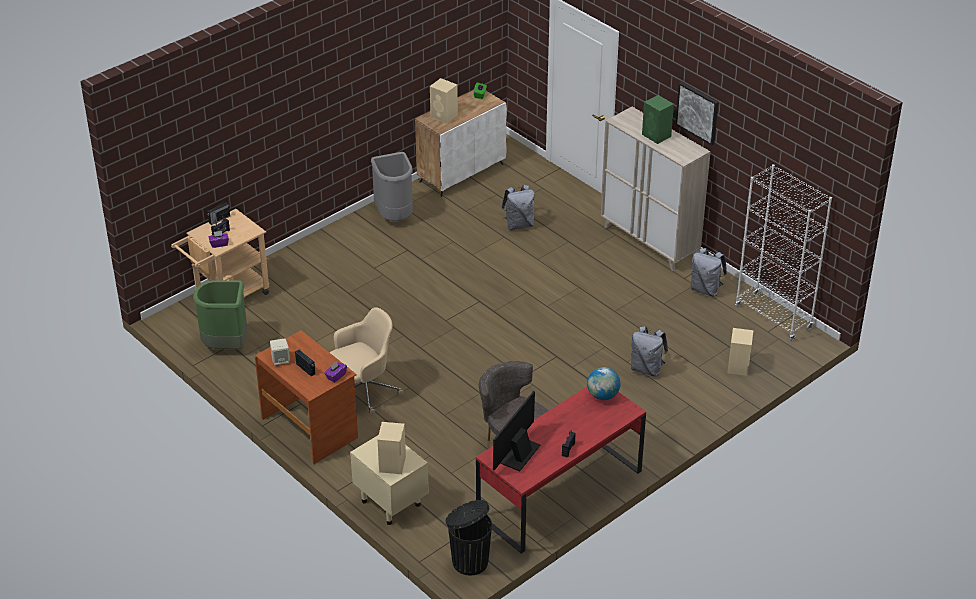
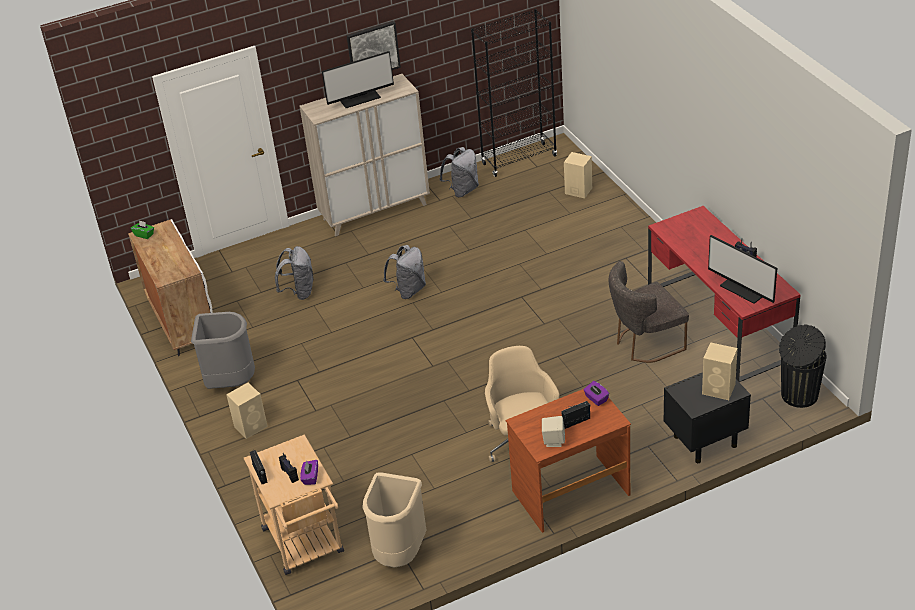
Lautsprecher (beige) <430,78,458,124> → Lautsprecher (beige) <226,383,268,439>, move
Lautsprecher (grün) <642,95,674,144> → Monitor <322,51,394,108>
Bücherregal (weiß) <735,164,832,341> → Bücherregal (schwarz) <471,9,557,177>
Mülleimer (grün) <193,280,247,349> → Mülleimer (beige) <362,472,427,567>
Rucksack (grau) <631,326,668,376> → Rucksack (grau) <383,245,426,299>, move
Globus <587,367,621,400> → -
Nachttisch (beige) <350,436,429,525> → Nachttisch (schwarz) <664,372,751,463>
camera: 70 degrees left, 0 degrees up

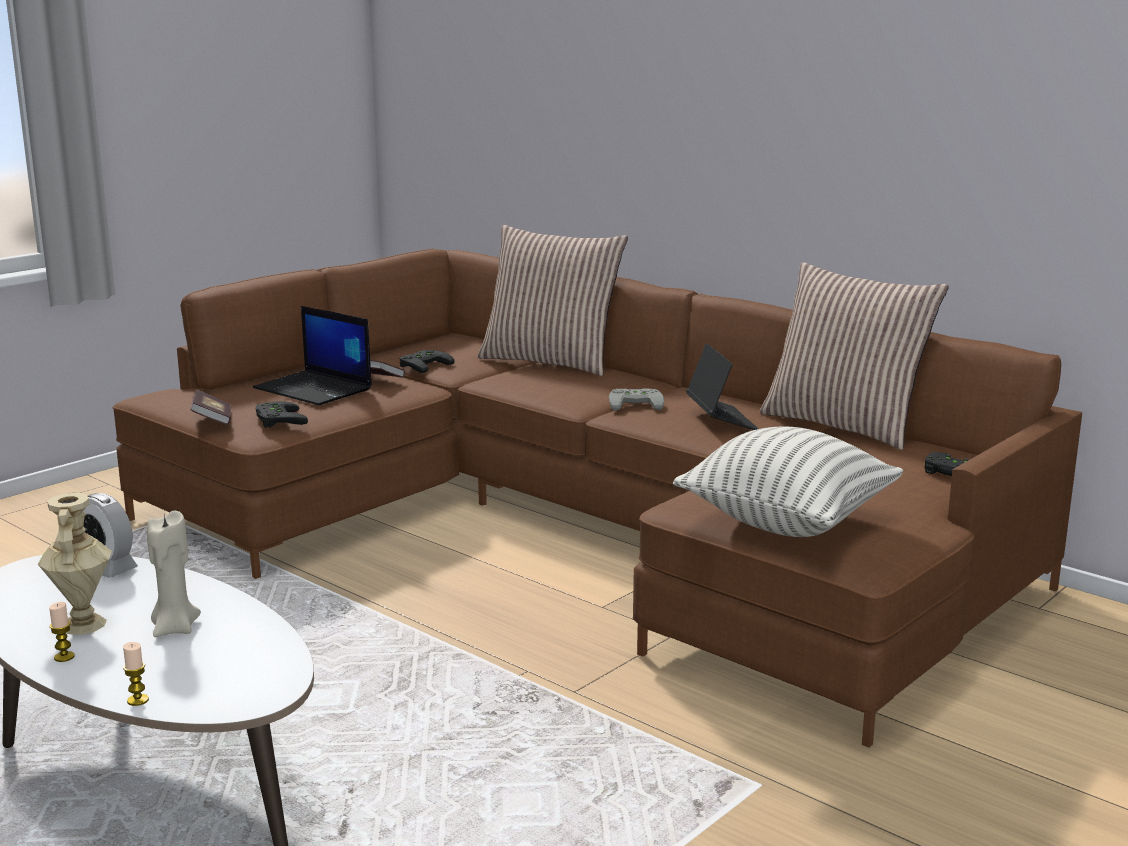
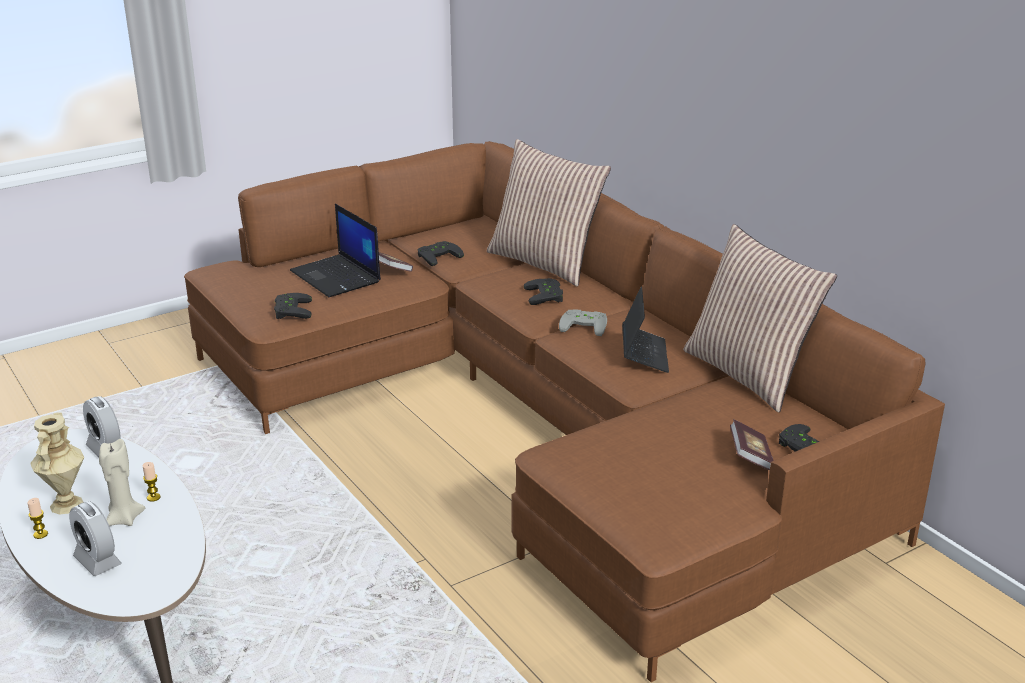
Buch <190,390,231,425> → Buch <730,419,774,470>, move
Kissen <673,426,903,537> → -
Kerze <123,642,149,706> → Kerze <143,462,161,502>, move
- → Gamepad (schwarz) <524,278,563,305>
- → Wecker <69,501,121,576>
camera: 15 degrees right, 10 degrees up

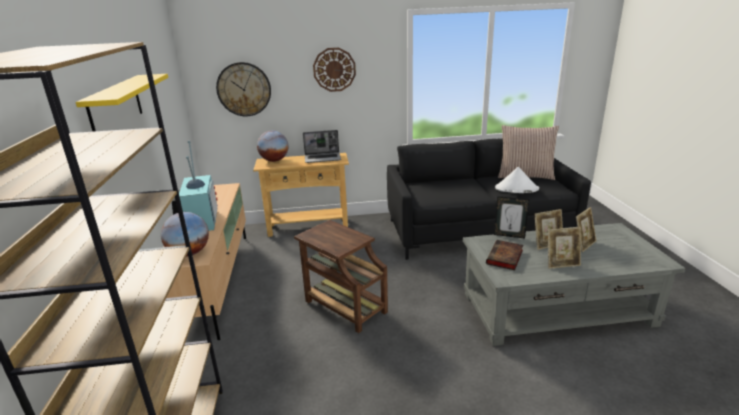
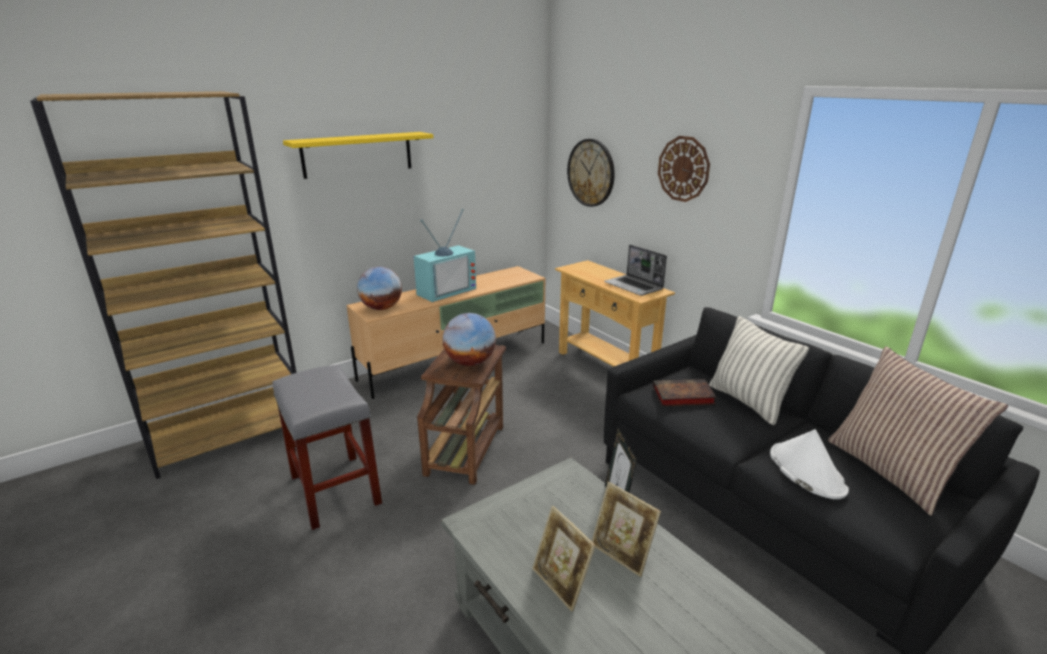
Globus <257,130,288,162> → Globus <443,313,496,366>, move
Bilderrahmen <576,207,596,252> → -
Buch <486,240,523,270> → Buch <653,379,717,406>, move
- → Kissen <709,316,809,425>
- → Hocker (grau) <273,364,382,531>
camera: 60 degrees right, 0 degrees up

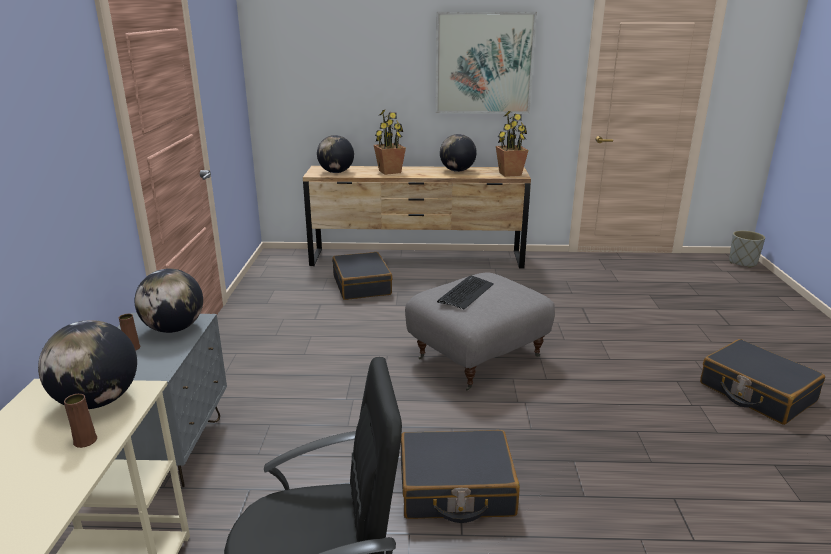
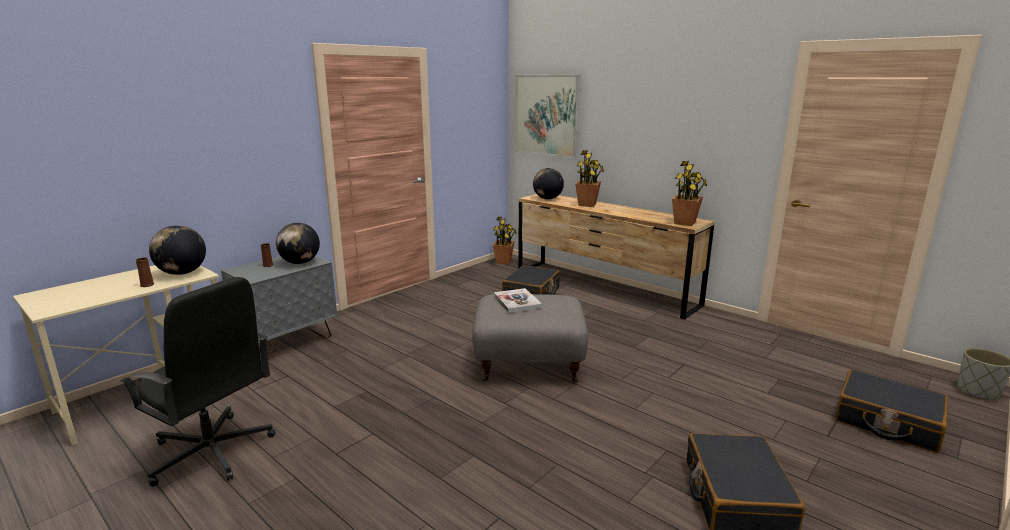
Bild <435,12,537,114> → Bild <515,75,581,158>, move
Globus <440,134,477,172> → -
Tastatur <437,275,494,309> → Buch <494,288,542,313>
Koffer (schwarz) <401,430,520,523> → Koffer (schwarz) <835,369,948,453>, move
- → Topfpflanze <493,216,516,264>
camera: 40 degrees right, 5 degrees down

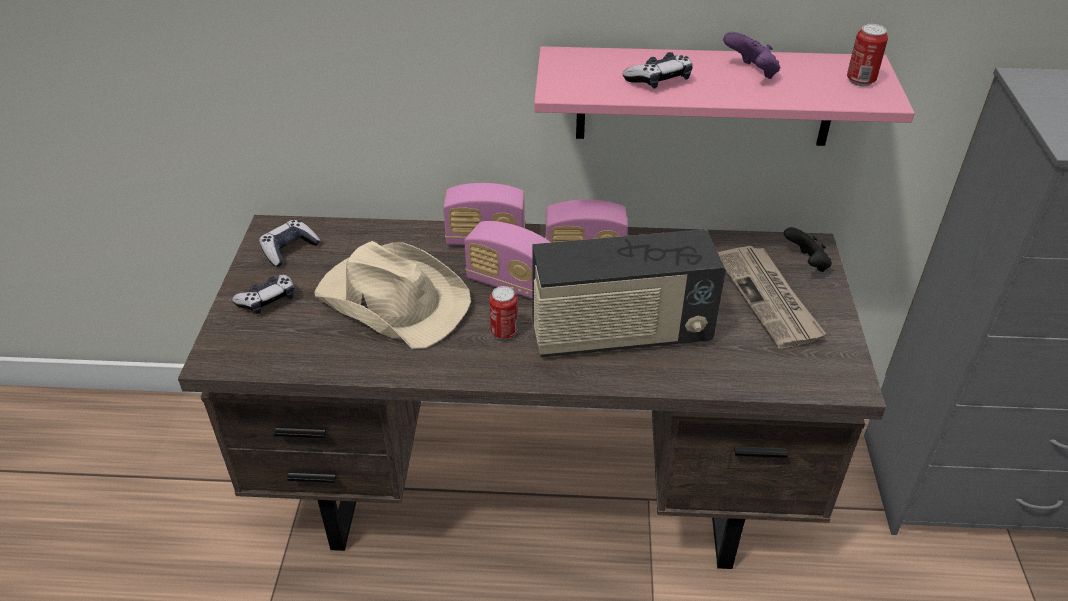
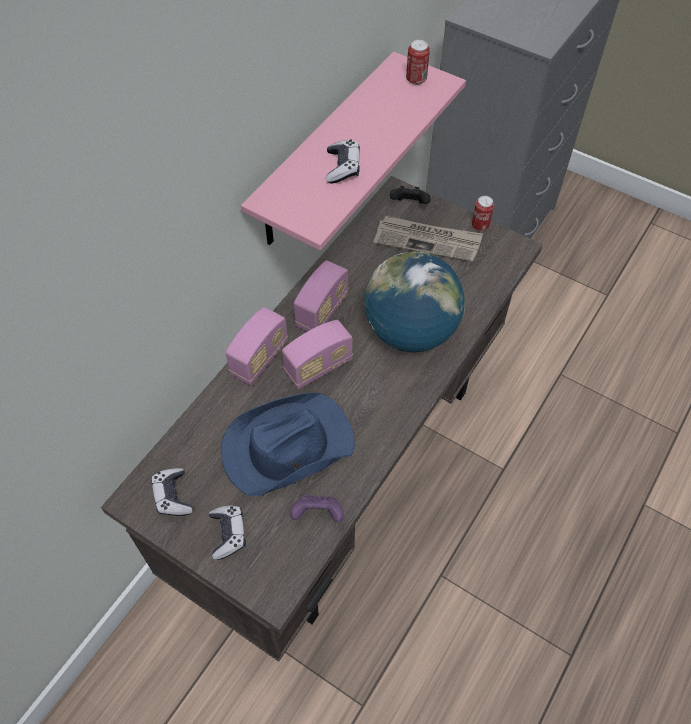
Gamepad (lila) <723,32,781,79> → Gamepad (lila) <290,494,344,522>, move
Radio <532,229,726,357> → Globus <364,252,465,353>
Hut (beige) <314,241,471,349> → Hut (blau) <221,392,355,496>
Dose <489,286,518,340> → Dose <472,196,494,231>, move
camera: 60 degrees left, 15 degrees up

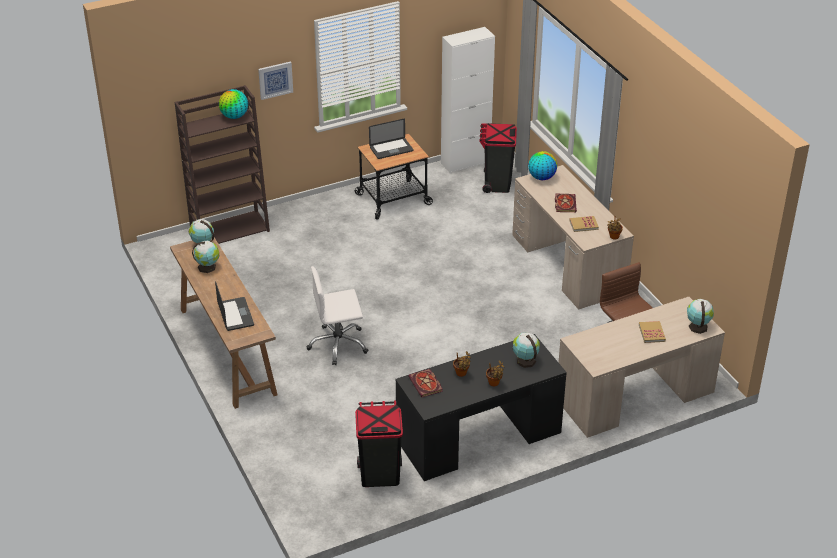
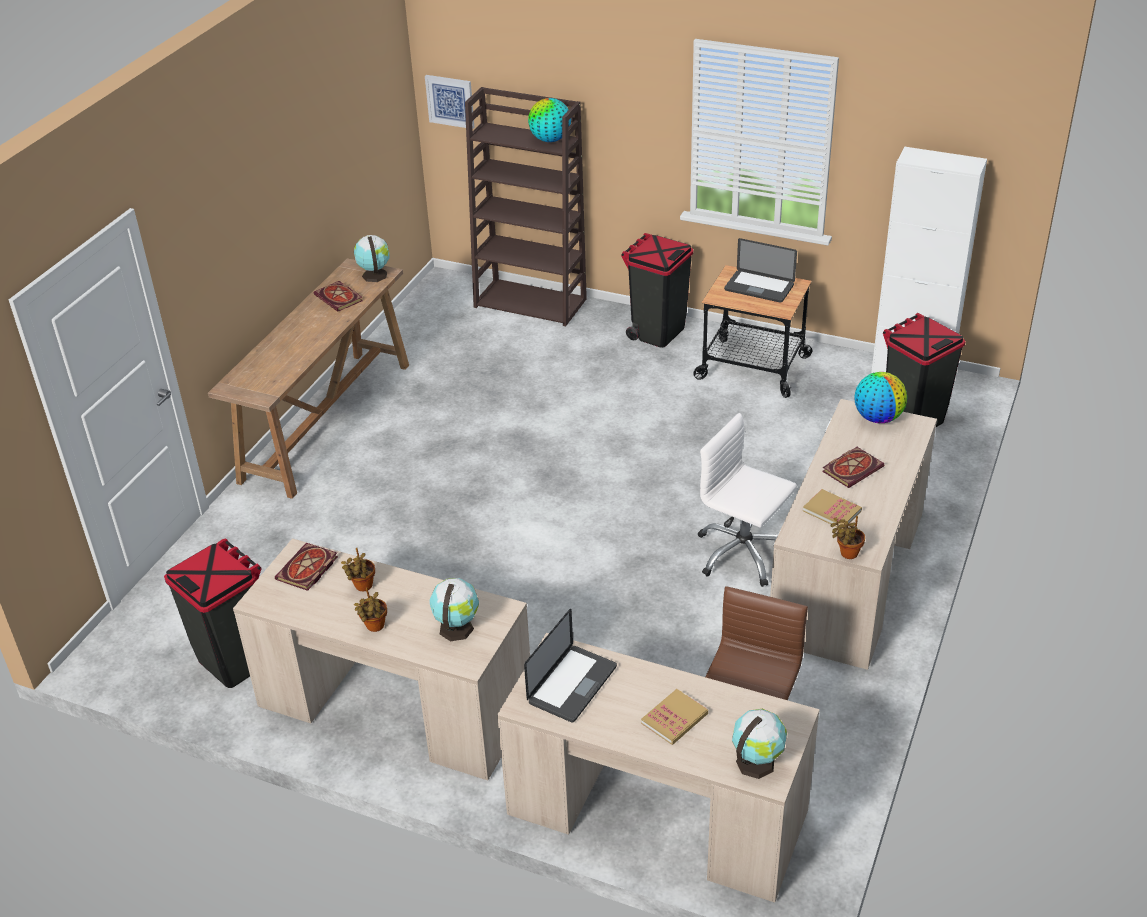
Bild <258,61,293,100> → Bild <425,75,475,129>, move
Globus <192,241,219,273> → Buch <314,281,363,312>
Bürostuhl (weiß) <306,266,368,365> → Bürostuhl (weiß) <697,413,797,587>, move
Laptop <215,281,254,331> → Laptop <524,609,617,723>, move
Schreibtisch (schwarz) <395,334,567,481> → Schreibtisch (beige) <233,538,530,780>
- → Mülleimer (schwarz) <621,233,694,348>
camera: 50 degrees right, 0 degrees up

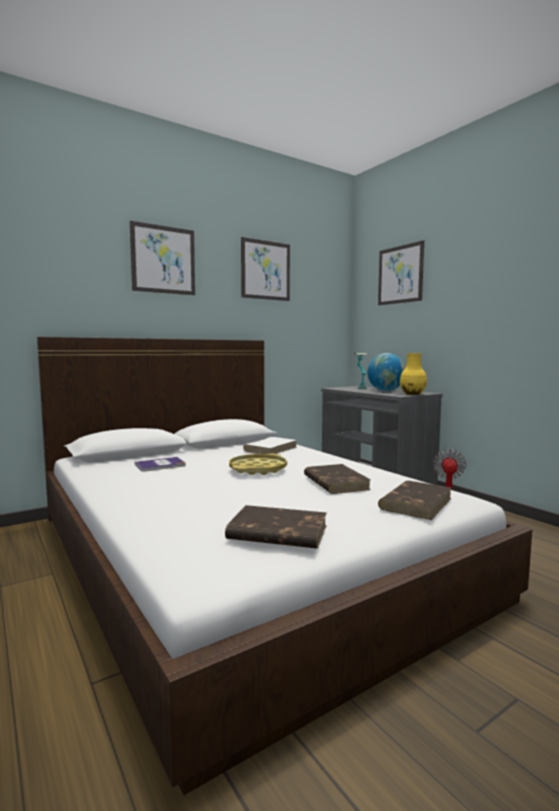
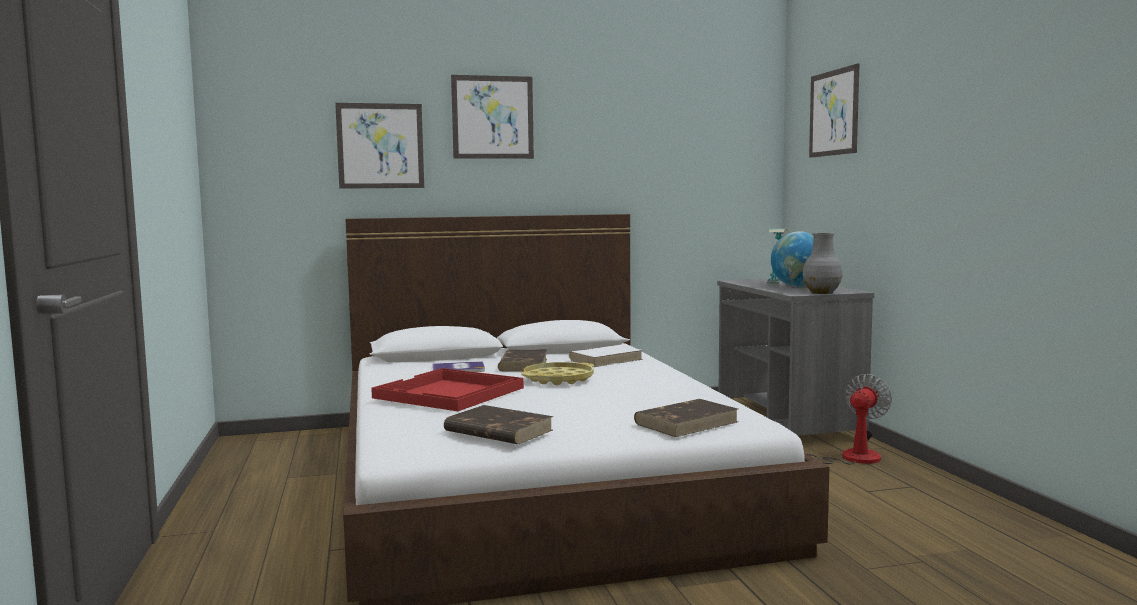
Bild <241,237,290,301> → Bild <335,103,424,189>, move
Vase (gelb) <400,353,427,395> → Vase (grau) <803,233,842,294>
Buch (braun) <304,464,371,494> → Buch (braun) <498,350,547,372>, move
- → Tablett (rot) <371,368,524,411>
camera: 20 degrees right, 0 degrees up

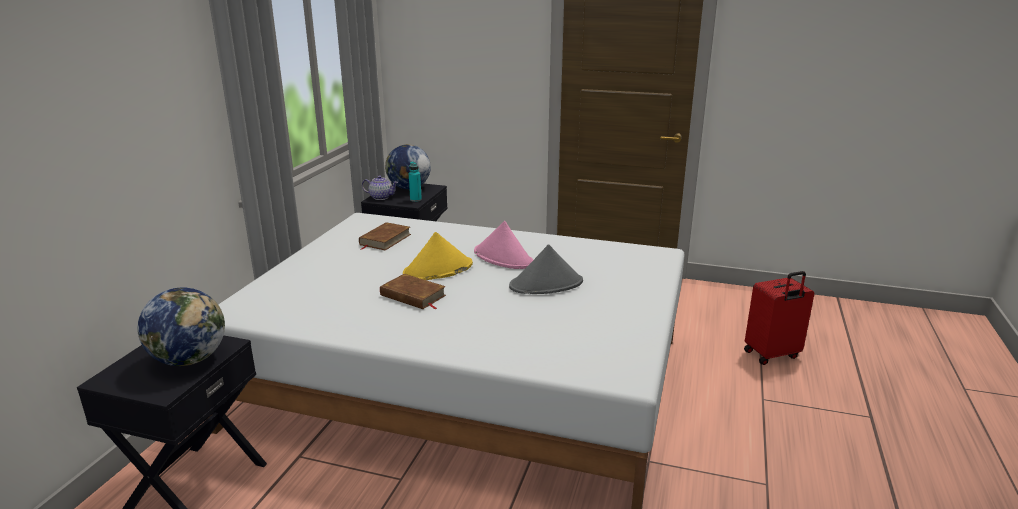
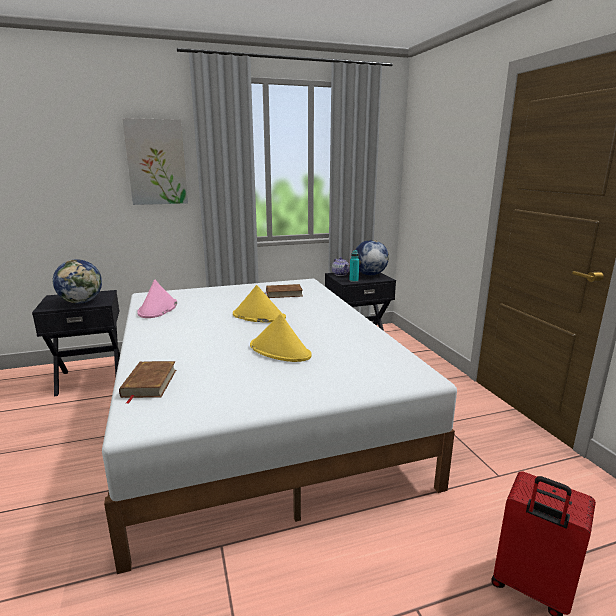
Hut (rosa) <474,221,533,269> → Hut (rosa) <137,279,177,318>, move
Hut (grau) <509,244,583,294> → Hut (gelb) <250,313,312,362>
Buch (braun) <380,274,446,309> → Buch (braun) <119,361,176,404>, move
- → Bild <122,118,188,205>
camera: 55 degrees right, 5 degrees down

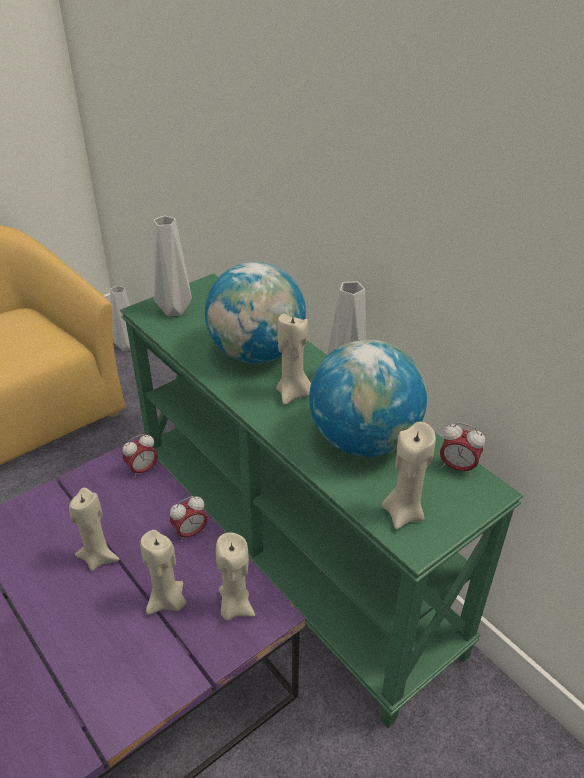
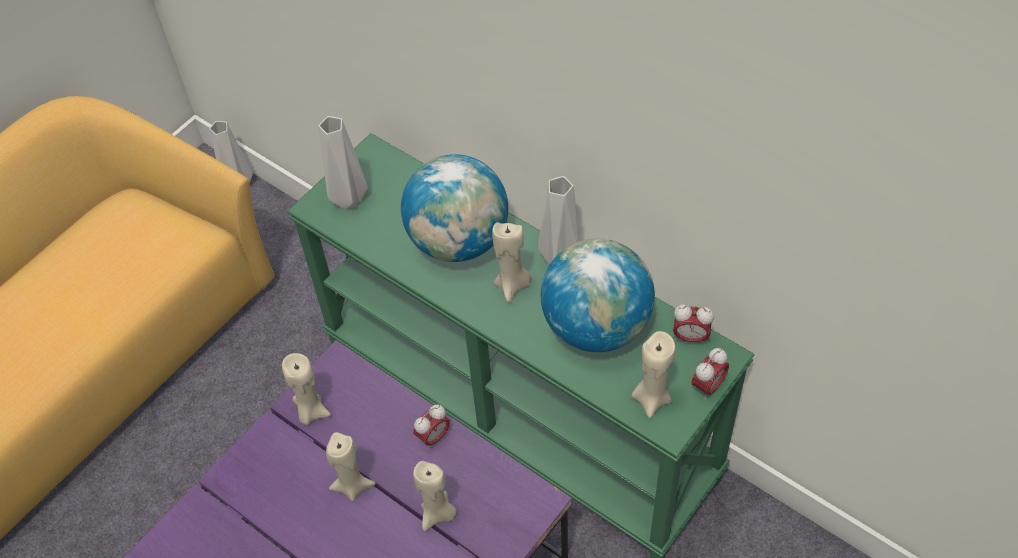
Wecker <123,434,158,478> → Wecker <692,348,729,399>, move
Kerze (beige) <216,532,255,621> → Kerze (beige) <282,353,331,425>, move
camera: 10 degrees left, 15 degrees up

